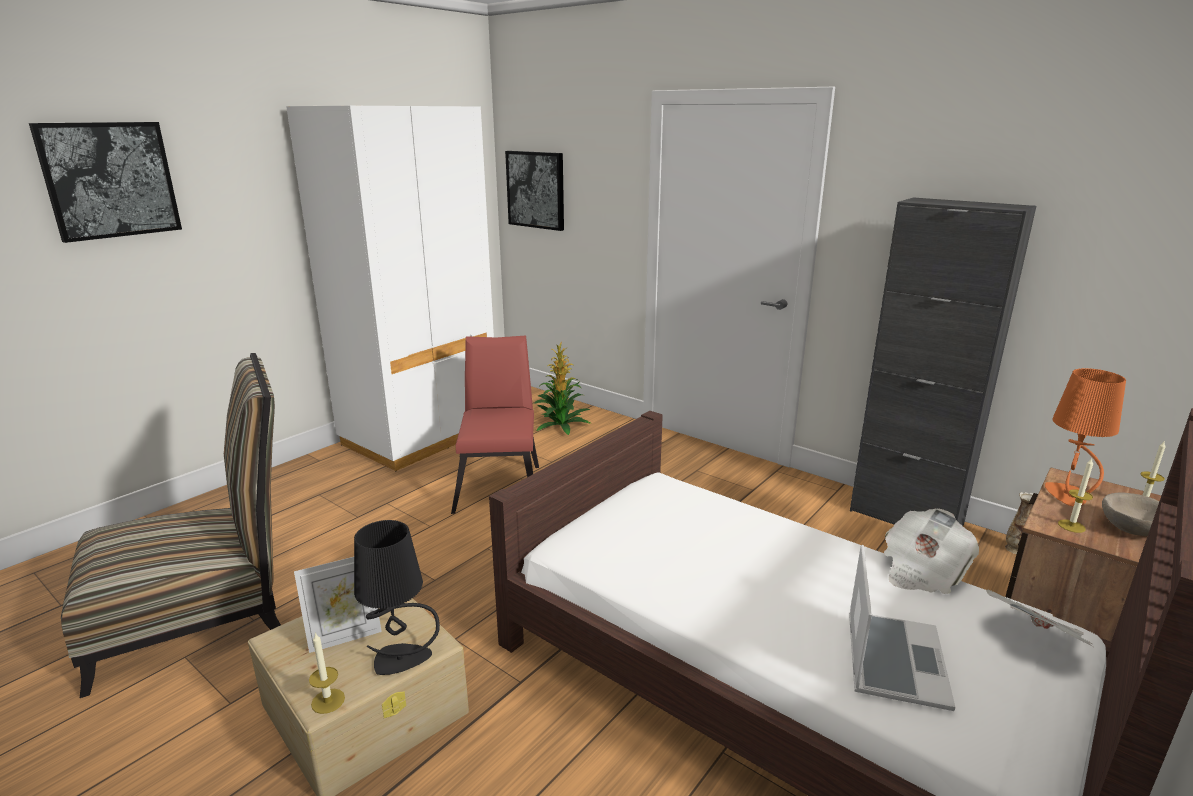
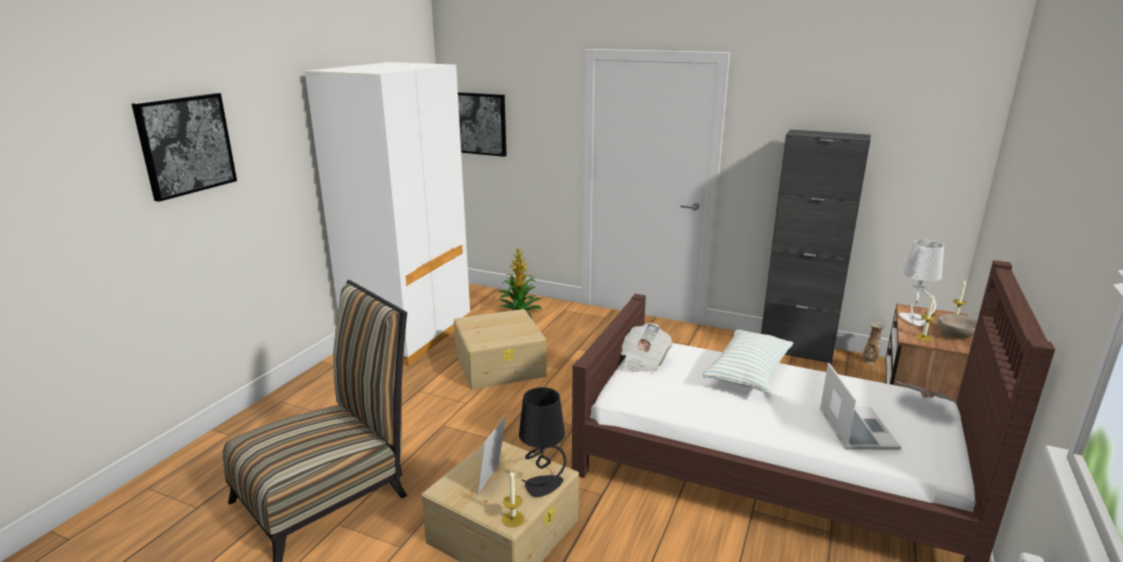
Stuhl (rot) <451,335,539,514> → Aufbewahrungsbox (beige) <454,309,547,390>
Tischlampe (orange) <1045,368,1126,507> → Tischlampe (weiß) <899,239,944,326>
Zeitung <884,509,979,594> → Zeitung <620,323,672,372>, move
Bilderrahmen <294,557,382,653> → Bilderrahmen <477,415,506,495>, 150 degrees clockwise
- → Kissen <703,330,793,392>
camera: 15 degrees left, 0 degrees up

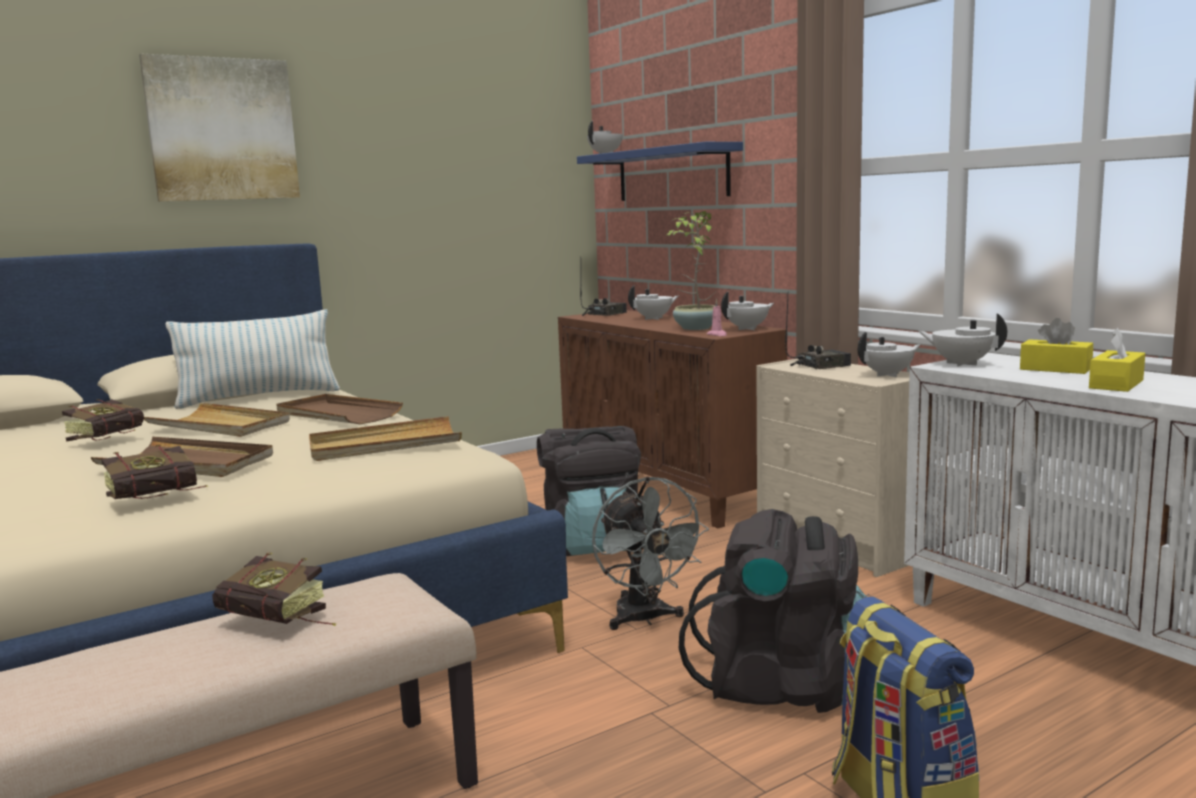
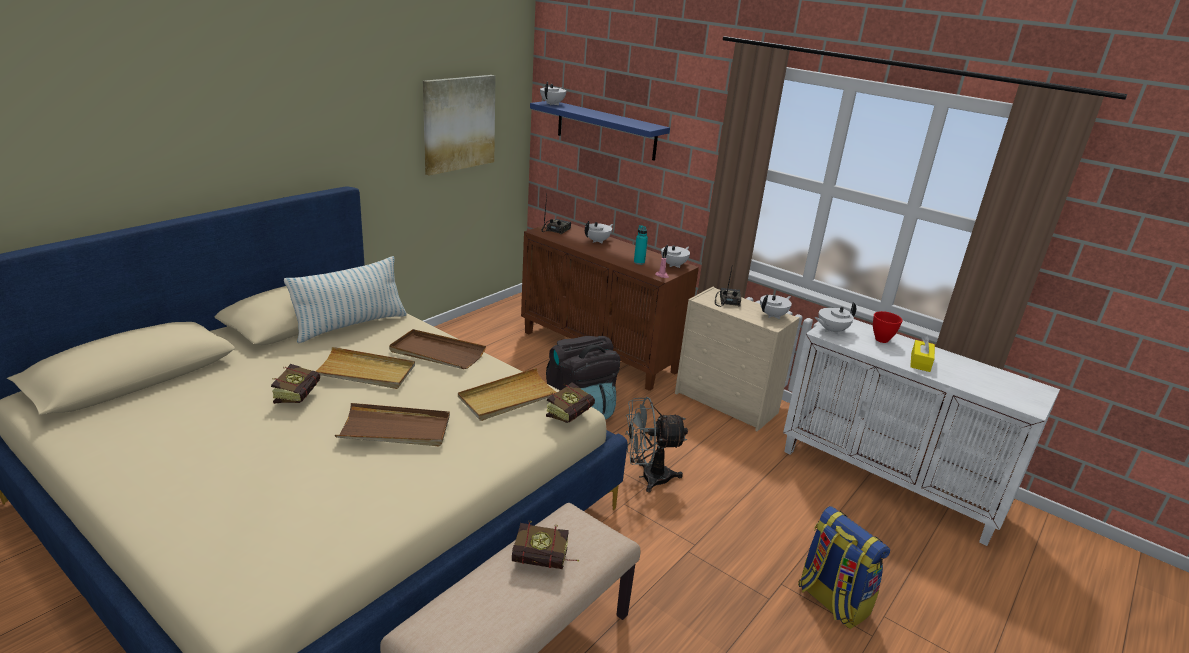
Bild <139,54,300,202> → Bild <423,75,496,176>, move
Topfpflanze <667,211,717,330> → Flasche (türkis) <634,225,648,265>
Radio <785,296,851,369> → Radio <715,268,741,307>, 45 degrees counterclockwise
Teekanne (weiß) <918,313,1007,366> → Teekanne (weiß) <814,302,856,334>, 45 degrees counterclockwise
Taschentuchbox (gelb) <1020,318,1093,374> → Schüssel (rot) <873,311,903,343>
Buch <101,445,209,499> → Buch <546,382,595,423>, move
Ventilator (grau) <592,476,709,630> → Ventilator (grau) <626,397,688,493>, 120 degrees clockwise
Rucksack (schwarz) <679,509,871,713> → -
camera: 20 degrees left, 15 degrees up

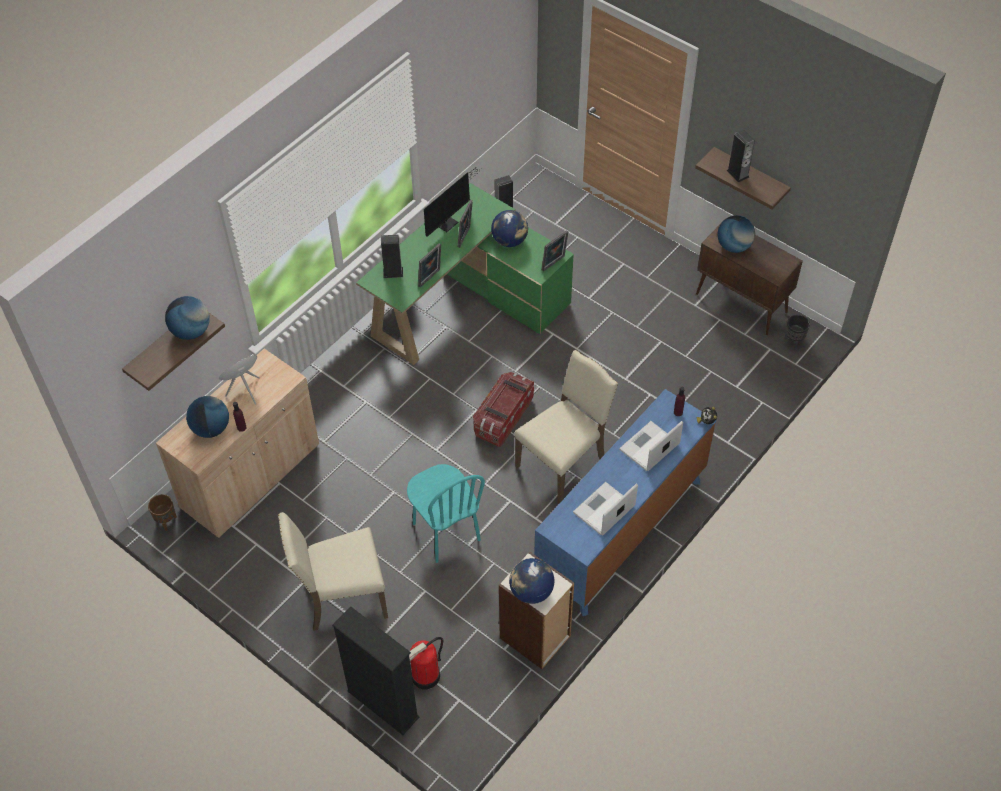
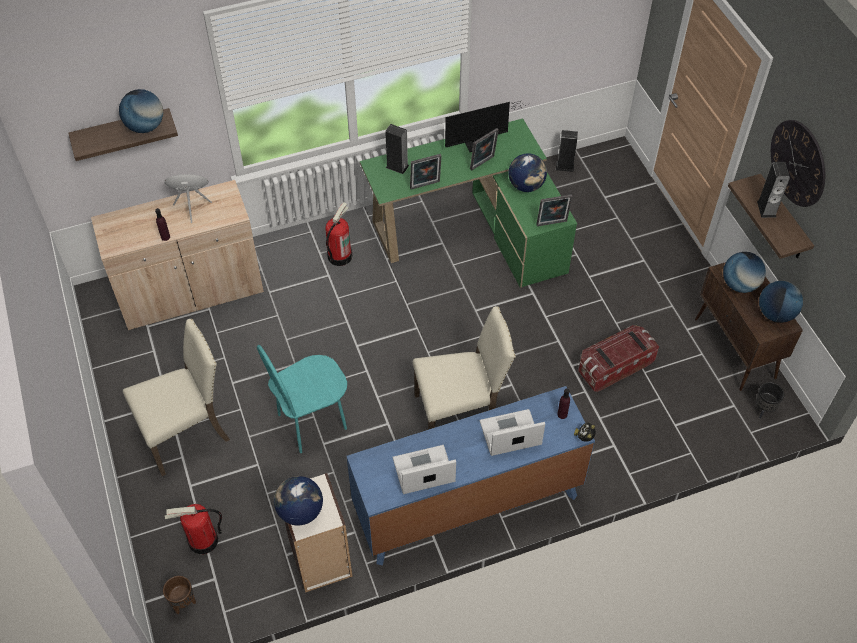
Aufbewahrungsbox <473,372,534,447> → Aufbewahrungsbox <578,325,659,392>, move
Globus <186,396,229,438> → Globus <759,281,803,323>, move
Stuhl (türkis) <407,464,485,563> → Stuhl (türkis) <257,345,347,453>, 60 degrees clockwise
Pflanzkübel (braun) <148,494,177,531> → Pflanzkübel (braun) <163,576,196,614>, move
Stuhl (beige) <278,512,388,631> → Stuhl (beige) <123,319,230,476>, 135 degrees clockwise
Bücherregal (schwarz) <332,606,420,735> → -
- → Wanduhr <771,120,825,207>
- → Feuerlöscher <325,202,352,266>
camera: 30 degrees right, 0 degrees up

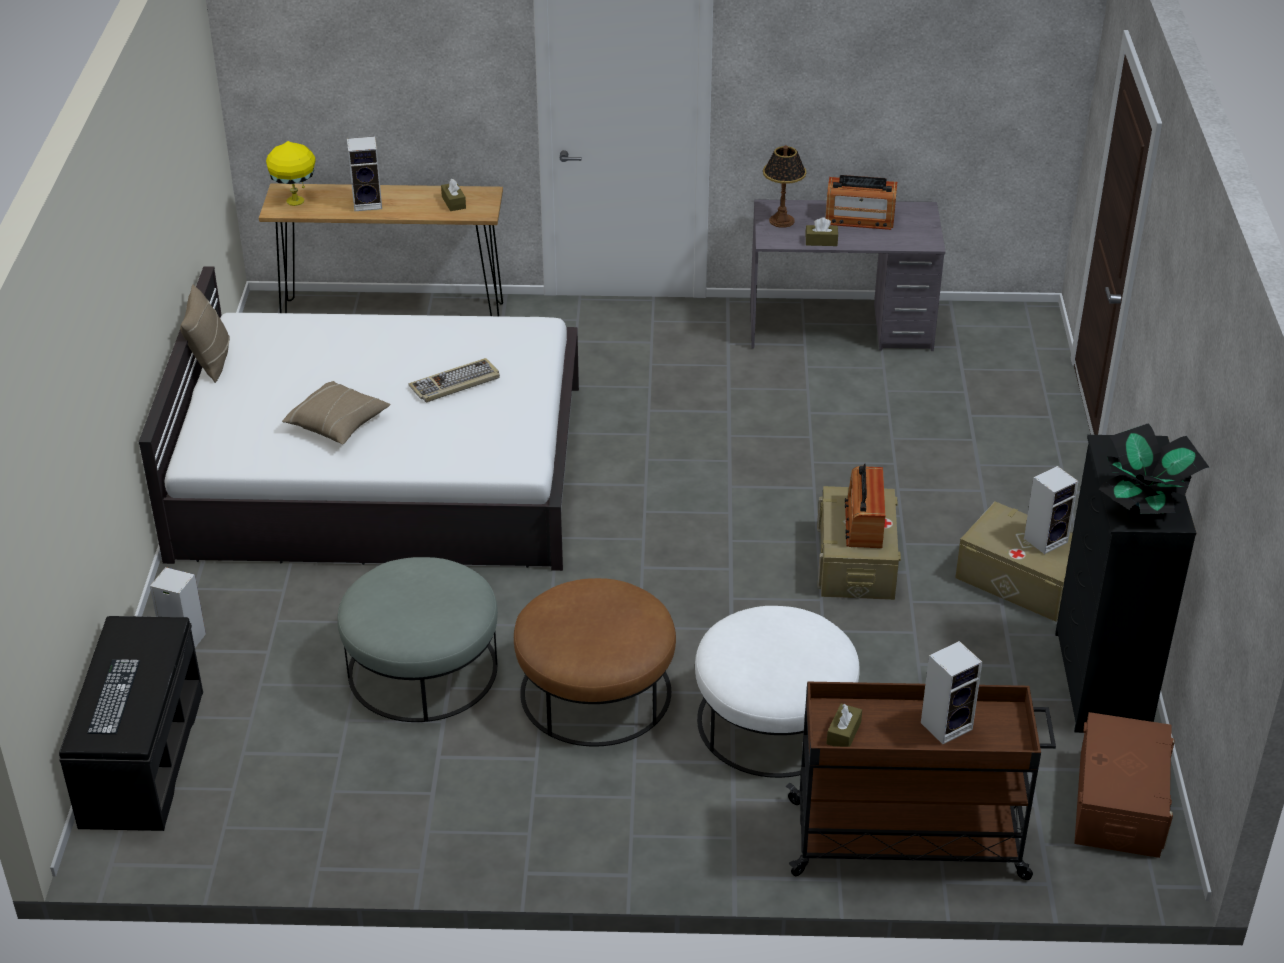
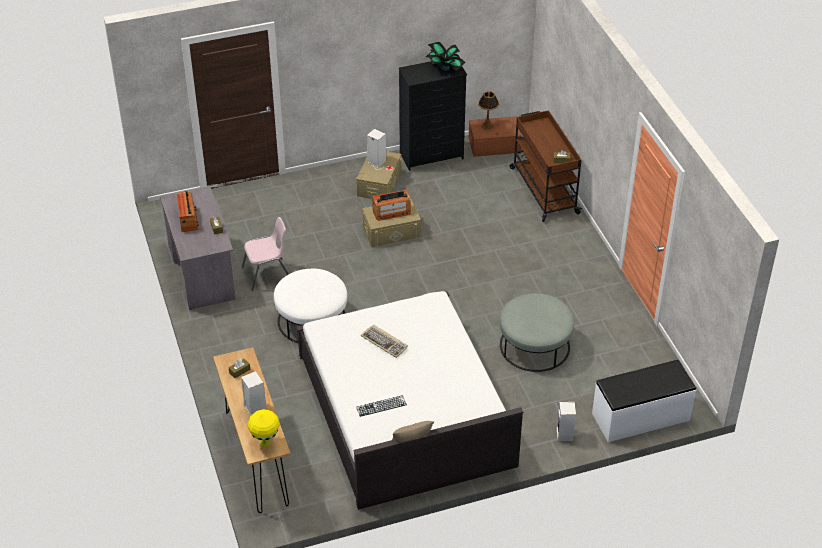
Tischlampe <763,145,807,228> → Tischlampe <478,91,499,130>, move
Kissen (beige) <282,381,391,444> → -
Polsterhocker (braun) <514,578,676,746> → -
Polsterhocker (weiß) <695,606,860,778> → Polsterhocker (weiß) <274,269,347,343>, move
Bank (schwarz) <59,616,203,831> → Bank (weiß) <592,360,696,442>
Lautsprecher <921,641,982,744> → -
Tastatur <87,660,140,734> → Tastatur <356,395,407,417>, move
- → Stuhl (rosa) <242,217,289,291>
camera: 110 degrees left, 5 degrees up

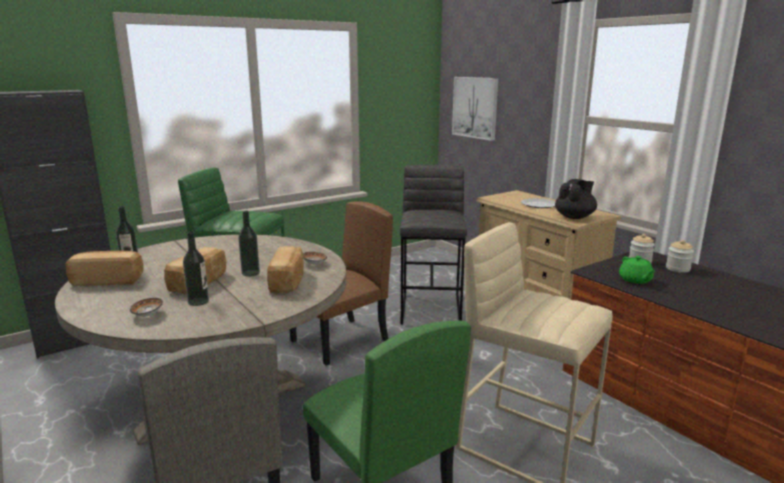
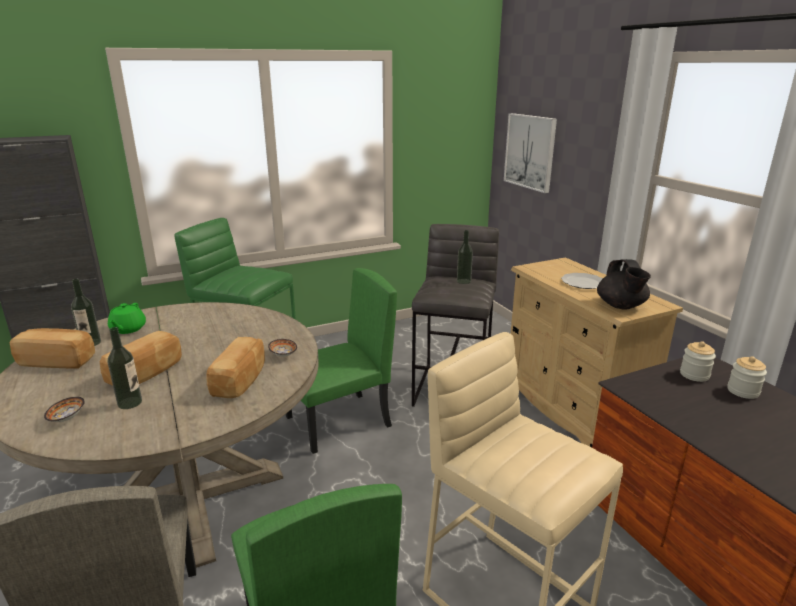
Teekanne (schwarz) <555,179,597,219> → Teekanne (schwarz) <597,259,651,310>, 120 degrees clockwise
Stuhl (braun) <290,201,393,365> → Stuhl (grün) <286,268,397,454>
Flasche <238,210,260,277> → Flasche <457,230,473,284>, move
Teekanne (grün) <619,256,655,284> → Teekanne (grün) <108,303,146,334>, move
camera: 10 degrees right, 5 degrees up

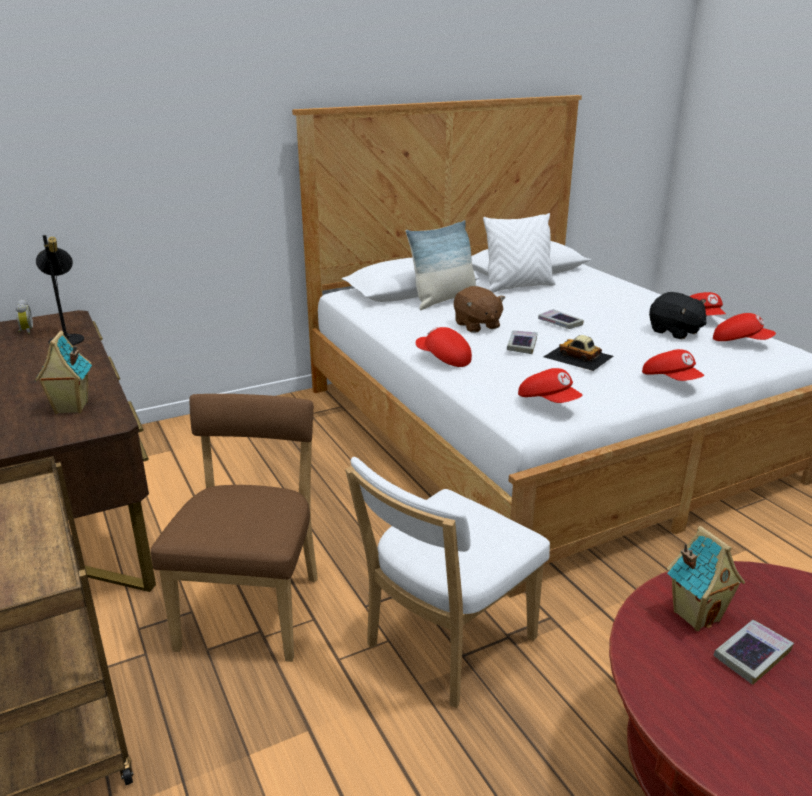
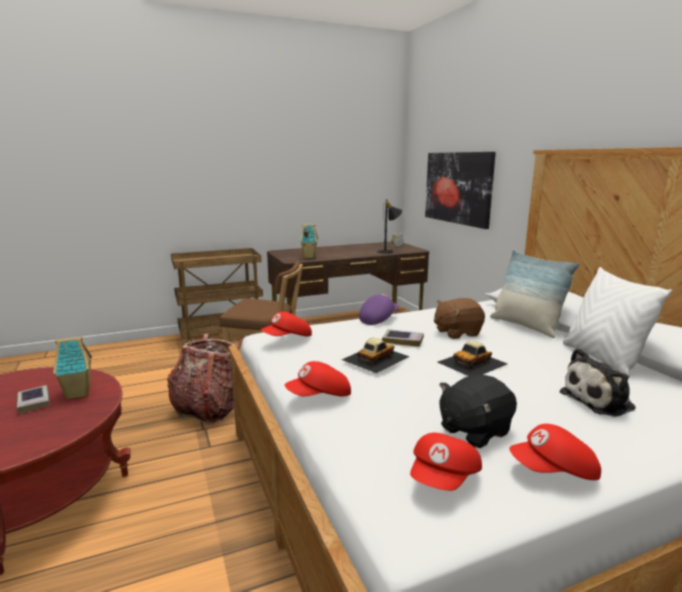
Buch <538,309,584,329> → Spielzeugauto <438,341,507,376>
Kappe (rot) <416,327,472,367> → Kappe (lila) <359,294,398,325>
Stuhl (weiß) <345,457,550,708> → Rucksack <167,334,244,424>
- → Bild <425,152,496,229>
- → Plüschtier <560,348,636,417>
camera: 95 degrees right, 10 degrees down

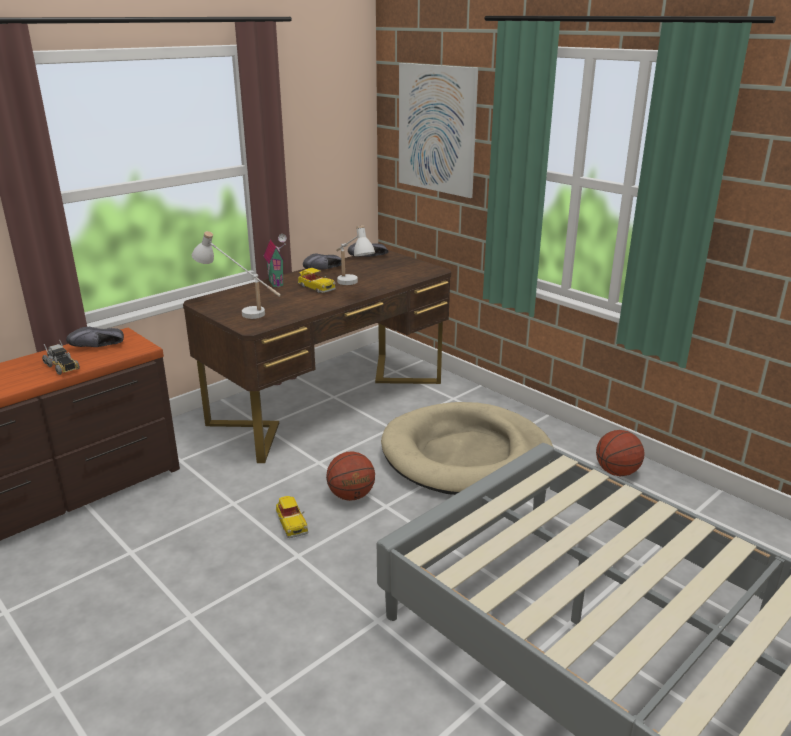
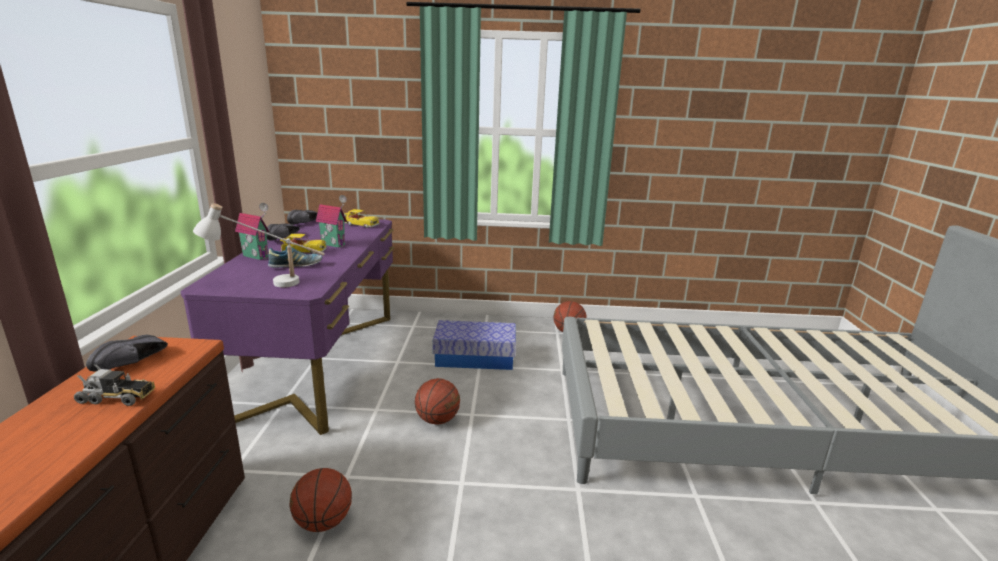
Bild <399,63,478,198> → -
Tischlampe (weiß) <336,225,375,285> → Spielzeughaus <316,195,347,248>
Schreibtisch (braun) <183,250,451,463> → Schreibtisch (lila) <180,219,394,435>
Hundebett (beige) <381,402,554,495> → Aufbewahrungsbox <433,320,516,370>
Spielzeugauto <276,496,308,538> → Spielzeugauto <344,209,380,228>, move
- → Schuh <268,245,323,268>
- → Basketball <290,468,352,532>
camera: 45 degrees left, 5 degrees down

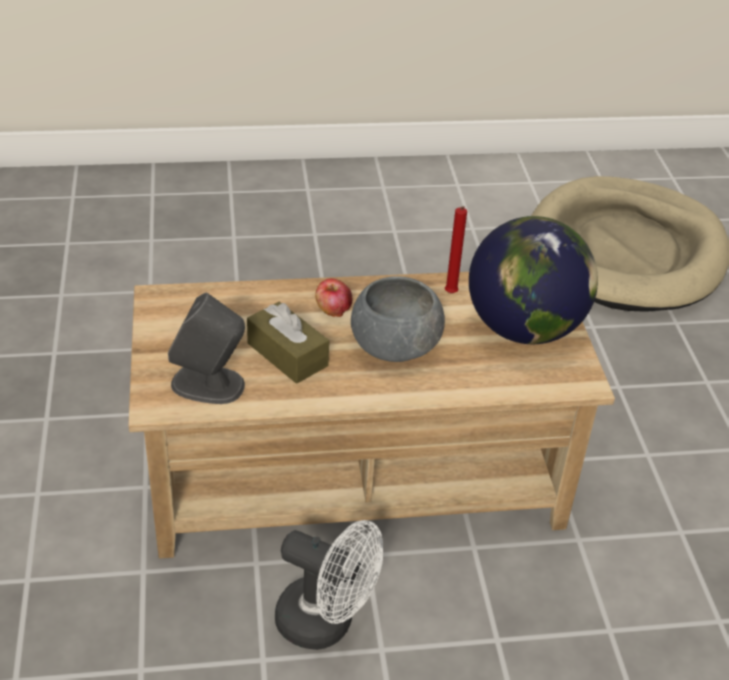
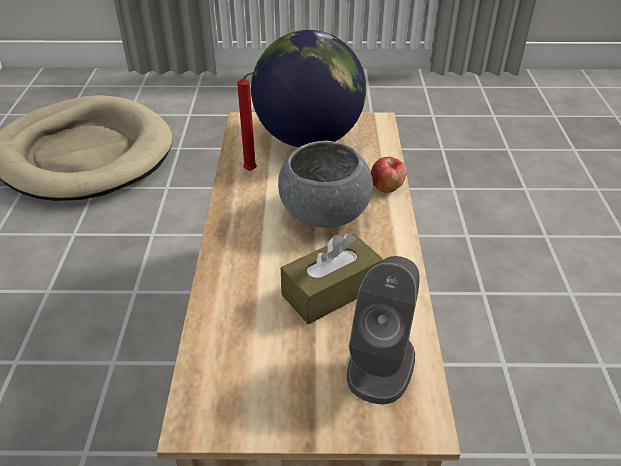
Apfel <315,278,352,317> → Apfel <371,157,407,193>, move
Ventilator (weiß) <275,520,383,650> → -
camera: 80 degrees left, 0 degrees up

